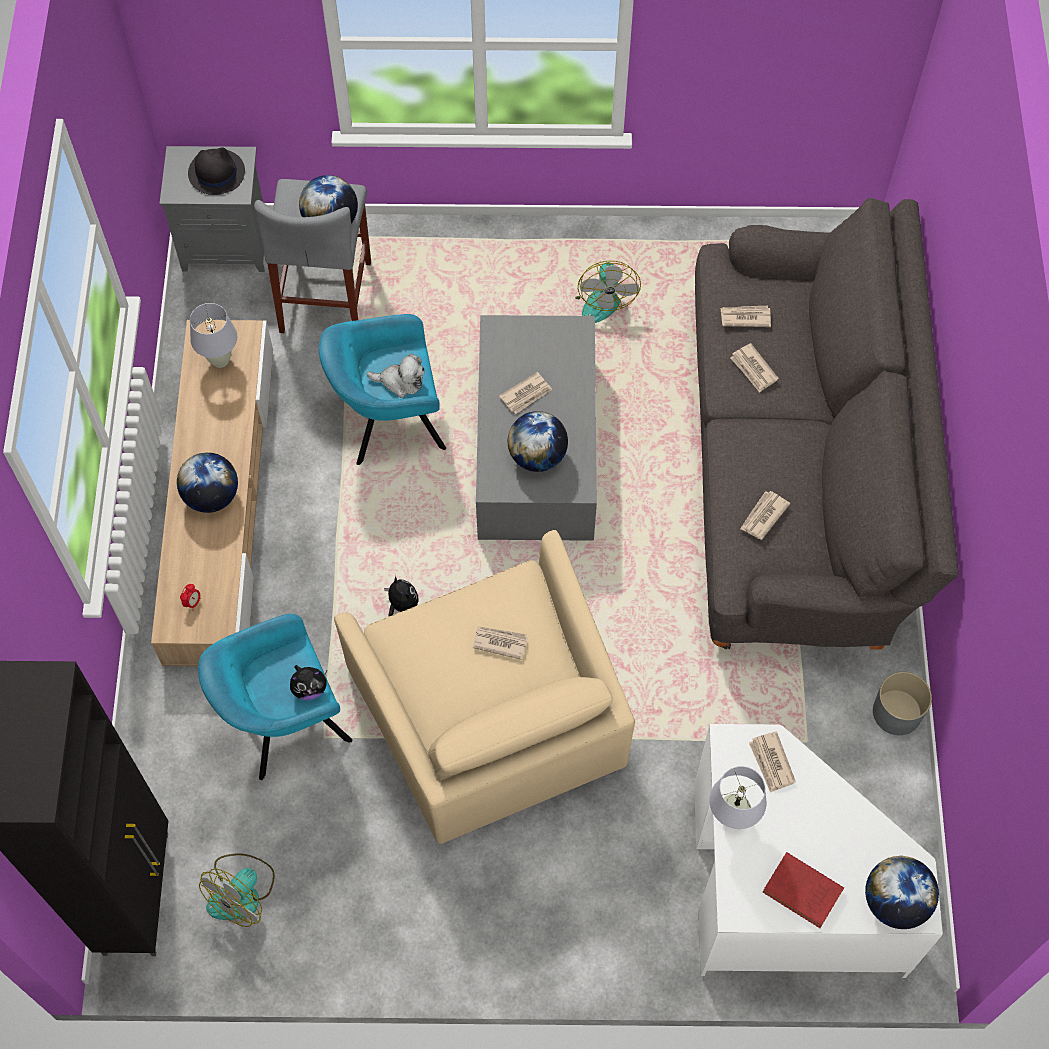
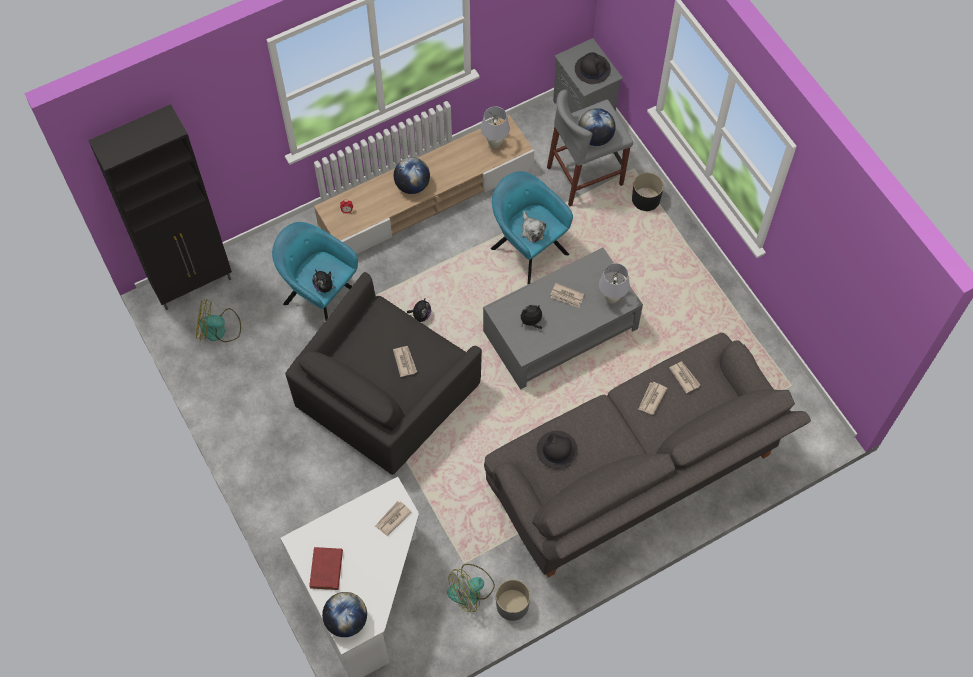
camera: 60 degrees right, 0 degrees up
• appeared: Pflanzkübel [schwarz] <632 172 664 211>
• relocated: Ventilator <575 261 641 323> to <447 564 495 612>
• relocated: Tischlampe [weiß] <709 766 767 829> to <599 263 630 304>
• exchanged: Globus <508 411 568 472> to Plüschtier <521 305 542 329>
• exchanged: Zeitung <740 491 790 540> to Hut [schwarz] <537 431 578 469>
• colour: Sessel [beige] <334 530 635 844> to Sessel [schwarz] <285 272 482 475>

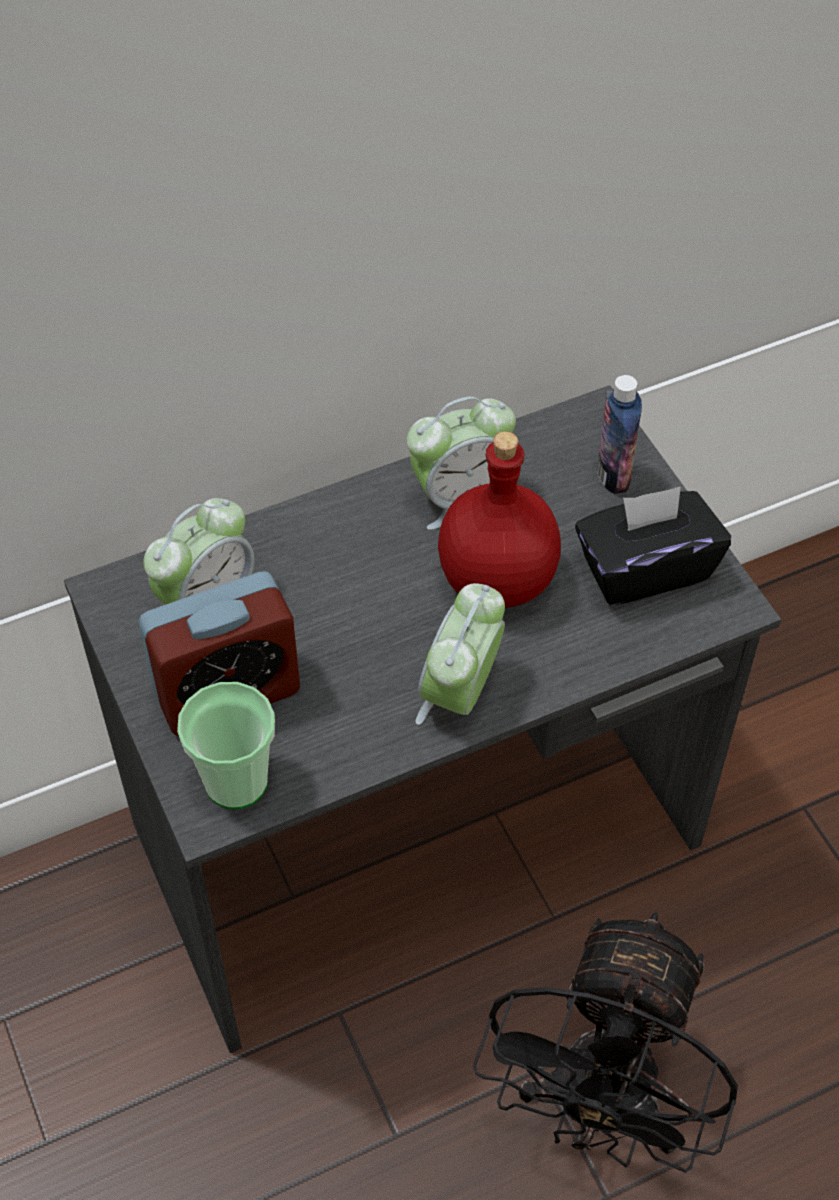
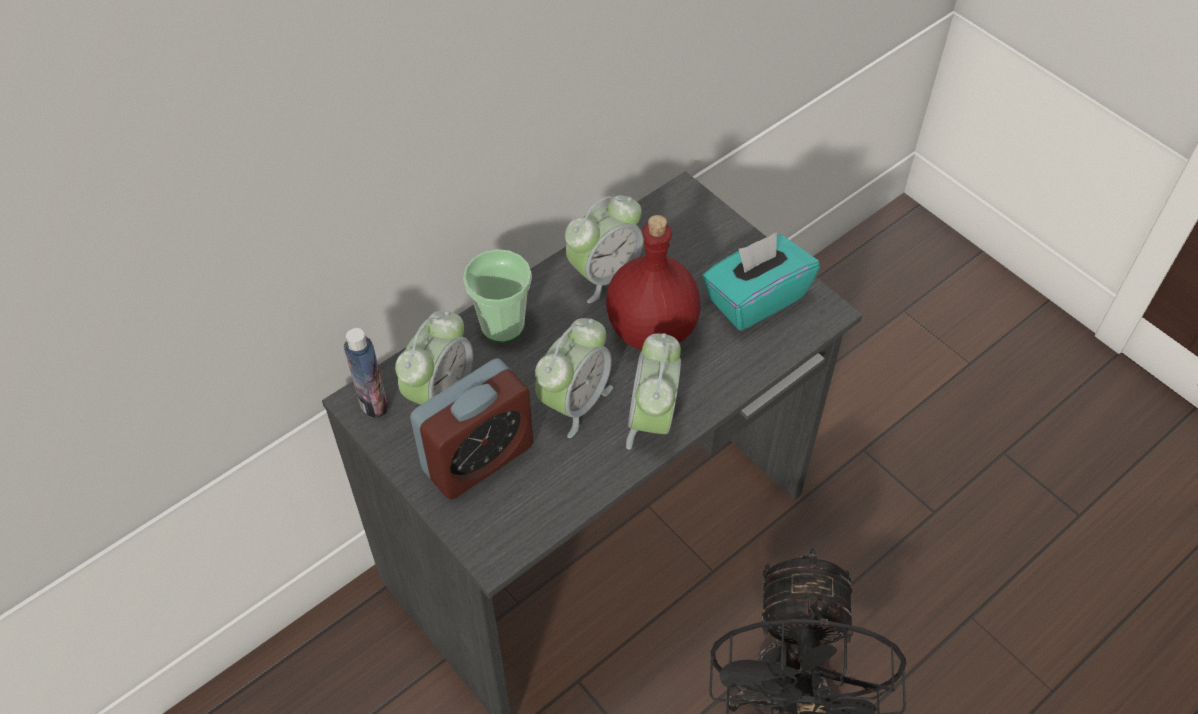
camera: 15 degrees left, 0 degrees up
• appeared: Wecker <535 318 613 438>
• relocated: Tasse <177 682 275 809> to <463 249 532 343>
• relocated: Flasche <597 375 642 494> to <344 328 388 418>
• colour: Taschentuchbox [schwarz] <575 487 731 606> to Taschentuchbox [türkis] <702 232 820 331>

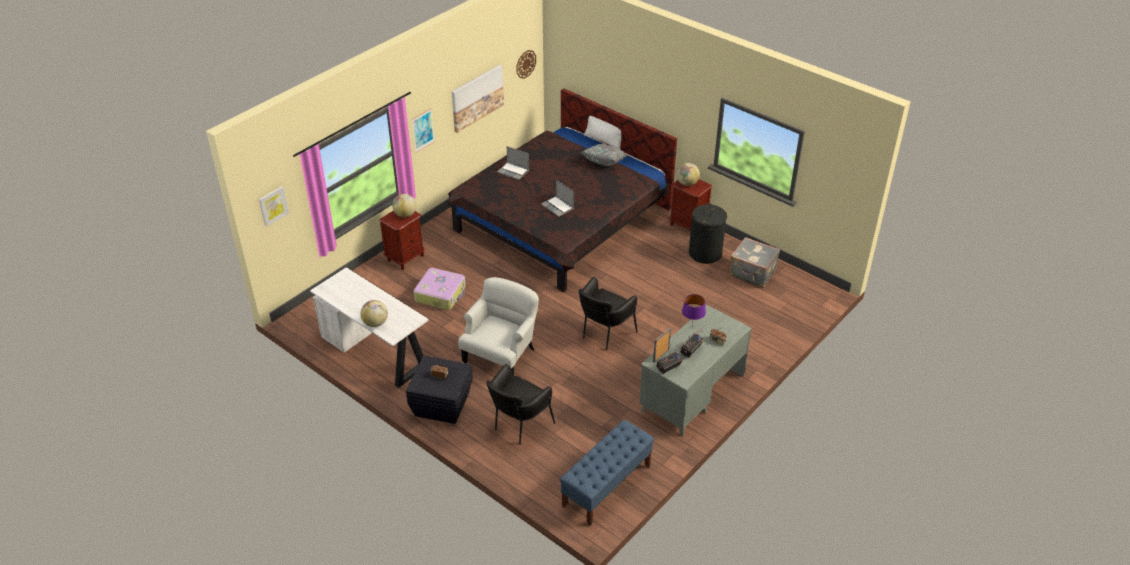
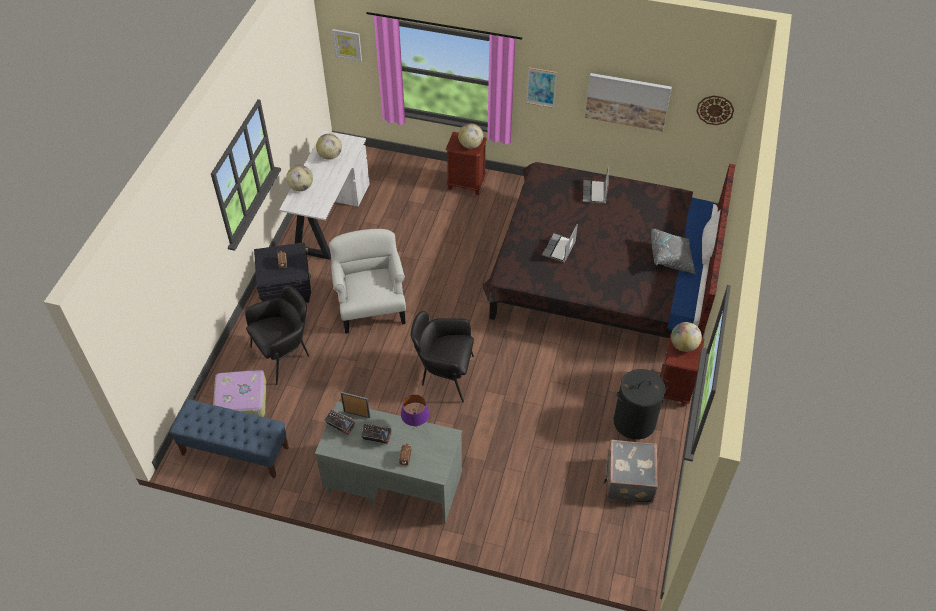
camera: 65 degrees right, 10 degrees up
• appeared: Globus <316 134 342 160>
• relocated: Koffer <414 268 466 310> to <213 370 266 417>
• spun: Sessel [weiß] <458 277 539 377> = <329 229 406 334> 105 degrees counterclockwise
• spun: Sessel [schwarz] <487 364 555 444> = <245 286 309 385> 135 degrees clockwise

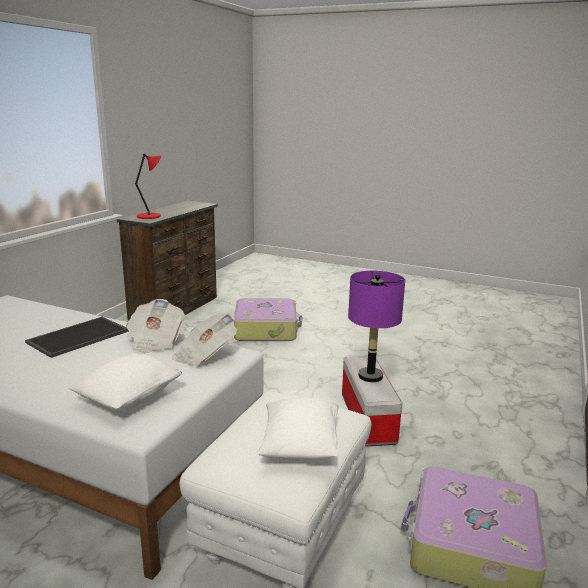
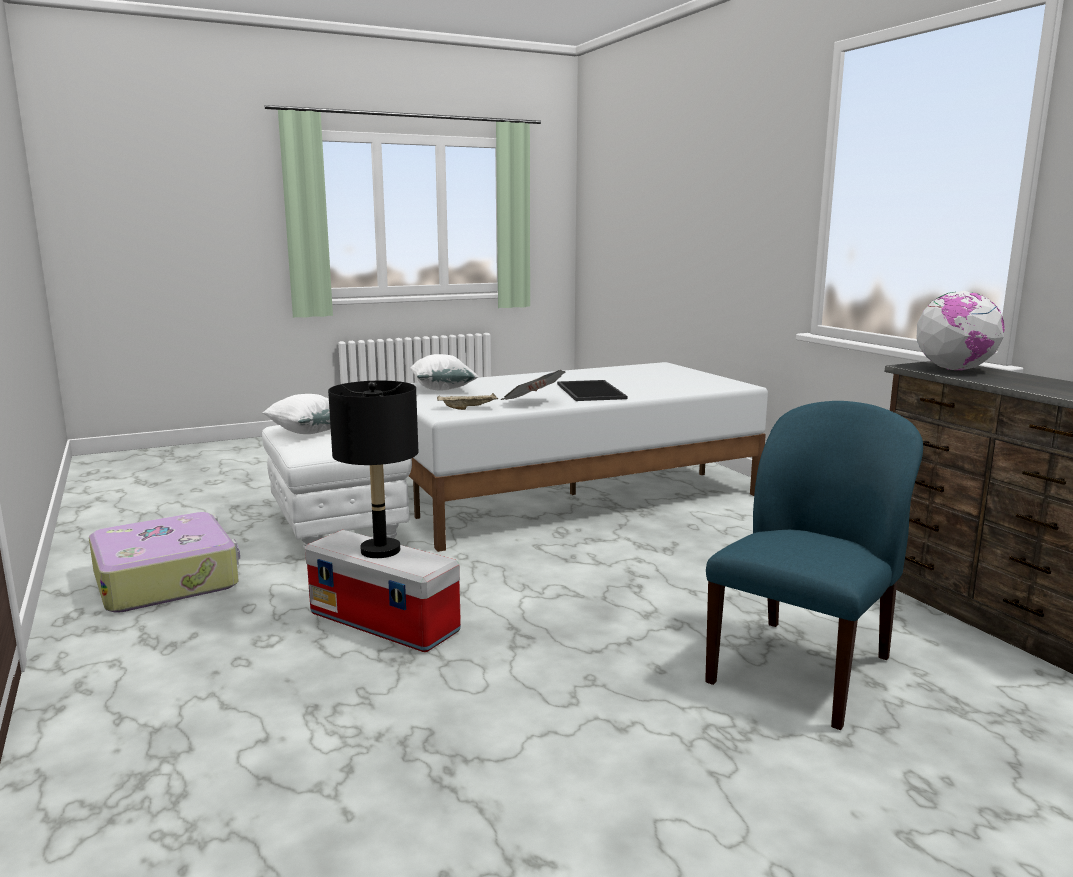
camera: 130 degrees right, 5 degrees down
• exchanged: Tischlampe [rot] <135 153 161 219> to Globus <916 291 1004 370>
• exchanged: Zeitung <172 314 237 366> to Tablett [beige] <437 393 498 410>
• exchanged: Koffer <234 298 302 341> to Stuhl [blau] <705 401 923 730>
• colour: Tischlampe [lila] <348 271 405 382> to Tischlampe [schwarz] <328 381 418 558>

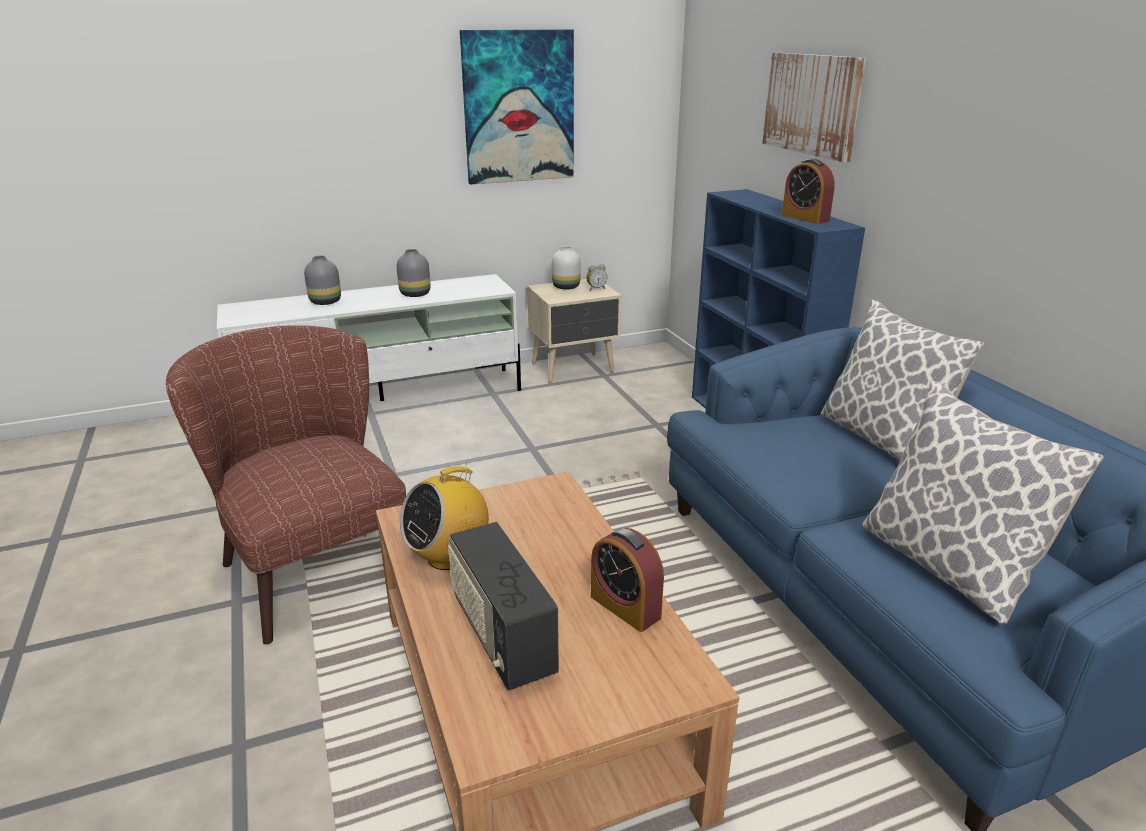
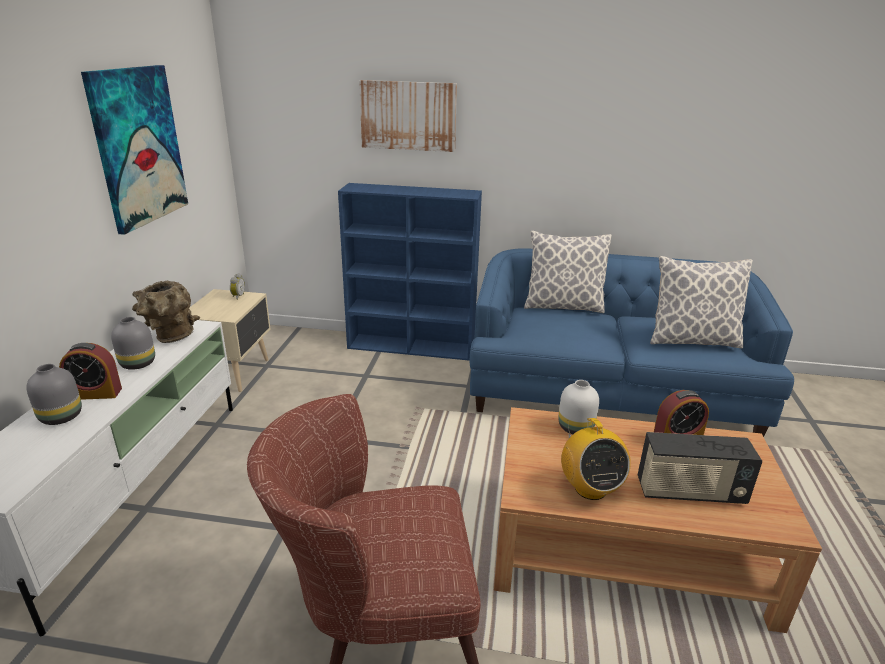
camera: 60 degrees left, 0 degrees up
• appeared: Vase [braun] <132 281 200 343>
• relocated: Vase [weiß] <552 246 581 289> to <558 380 599 434>
• relocated: Wecker <782 159 835 224> to <59 343 122 400>

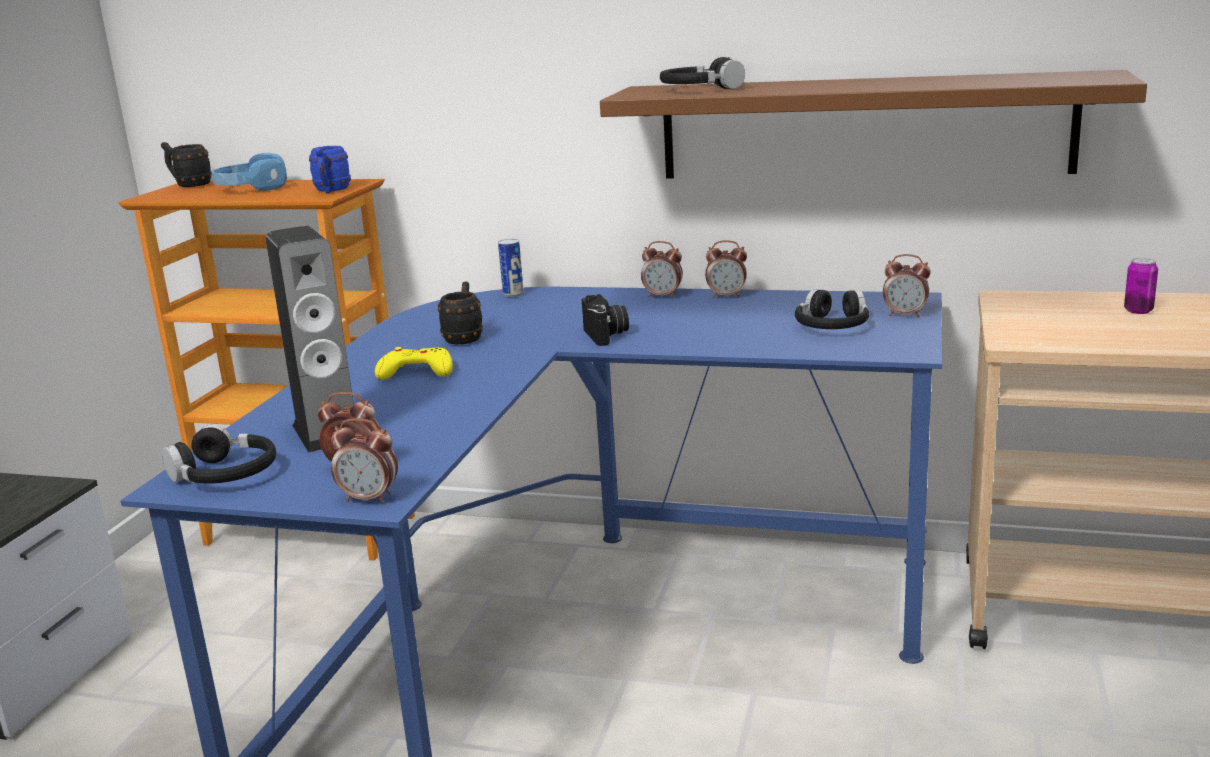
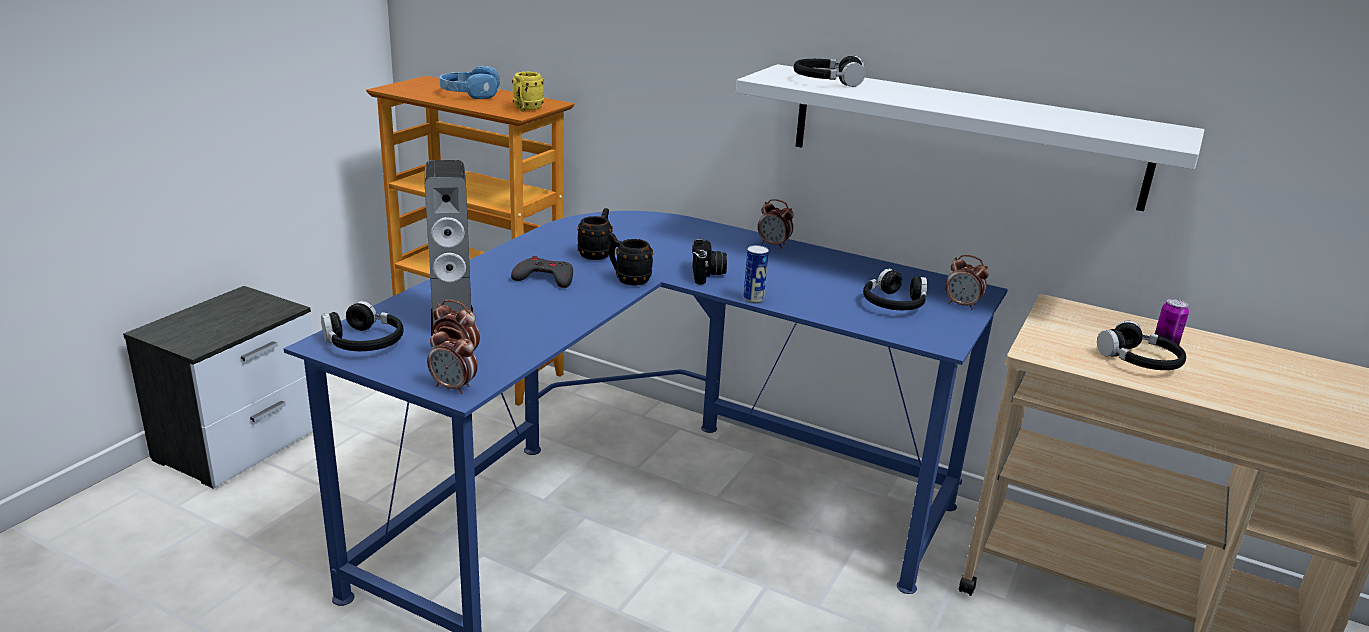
camera: 10 degrees right, 5 degrees up
• missing: Wecker <705 240 747 298>
• appeared: Kopfhörer [schwarz] <1097 321 1186 370>
• relocated: Henkelbecher [schwarz] <161 142 212 187> to <608 233 653 285>
• relocated: Dose <498 239 524 297> to <743 245 769 304>
• colour: Henkelbecher [blau] <309 146 351 193> to Henkelbecher [gelb] <512 71 544 112>
• colour: Gamepad [gelb] <375 347 453 380> to Gamepad [grau] <511 256 573 288>
• colour: Wandregal [braun] <600 70 1147 178> to Wandregal [weiß] <736 64 1205 211>

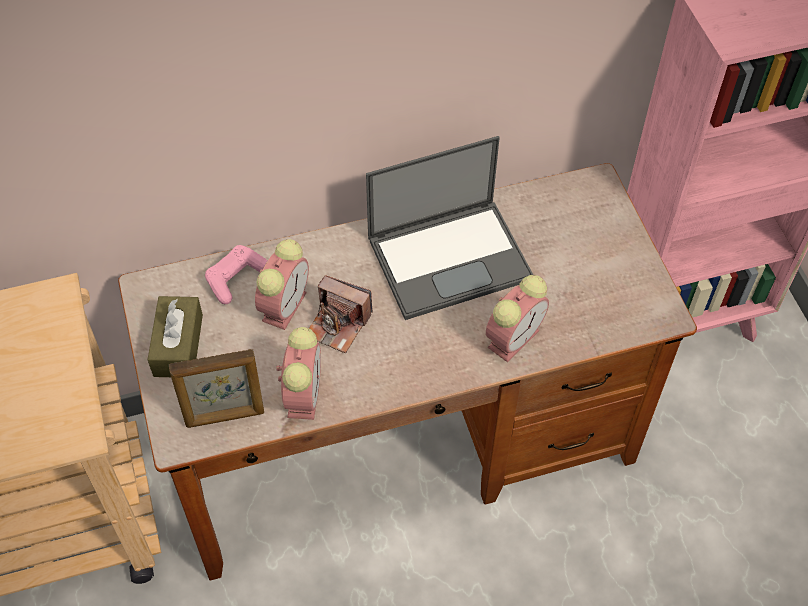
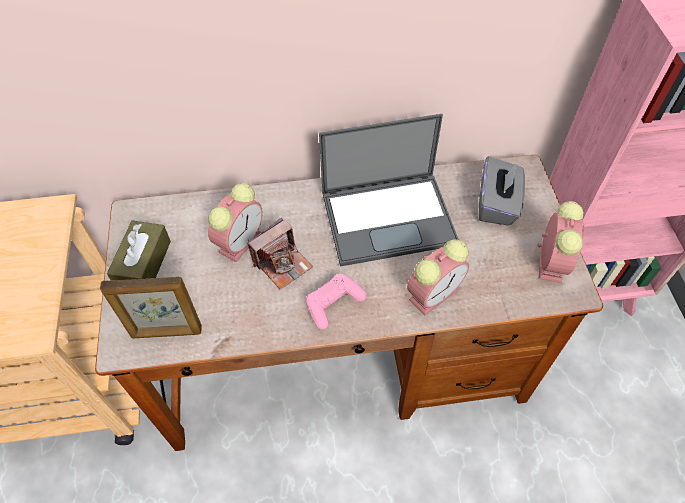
camera: 10 degrees right, 0 degrees up
• appeared: Taschentuchbox [grau] <479 156 525 226>
• relocated: Gamepad [rosa] <205 245 268 304> to <306 274 367 330>
• relocated: Wecker <276 327 321 420> to <537 201 584 283>
• spun: Kamera <309 275 373 353> = <247 218 313 290> 75 degrees counterclockwise

